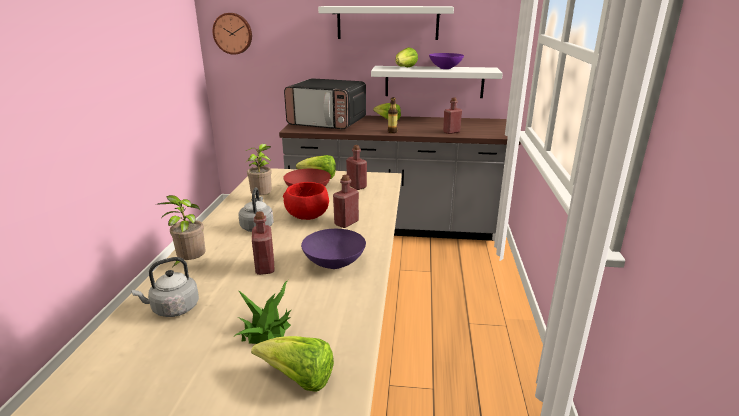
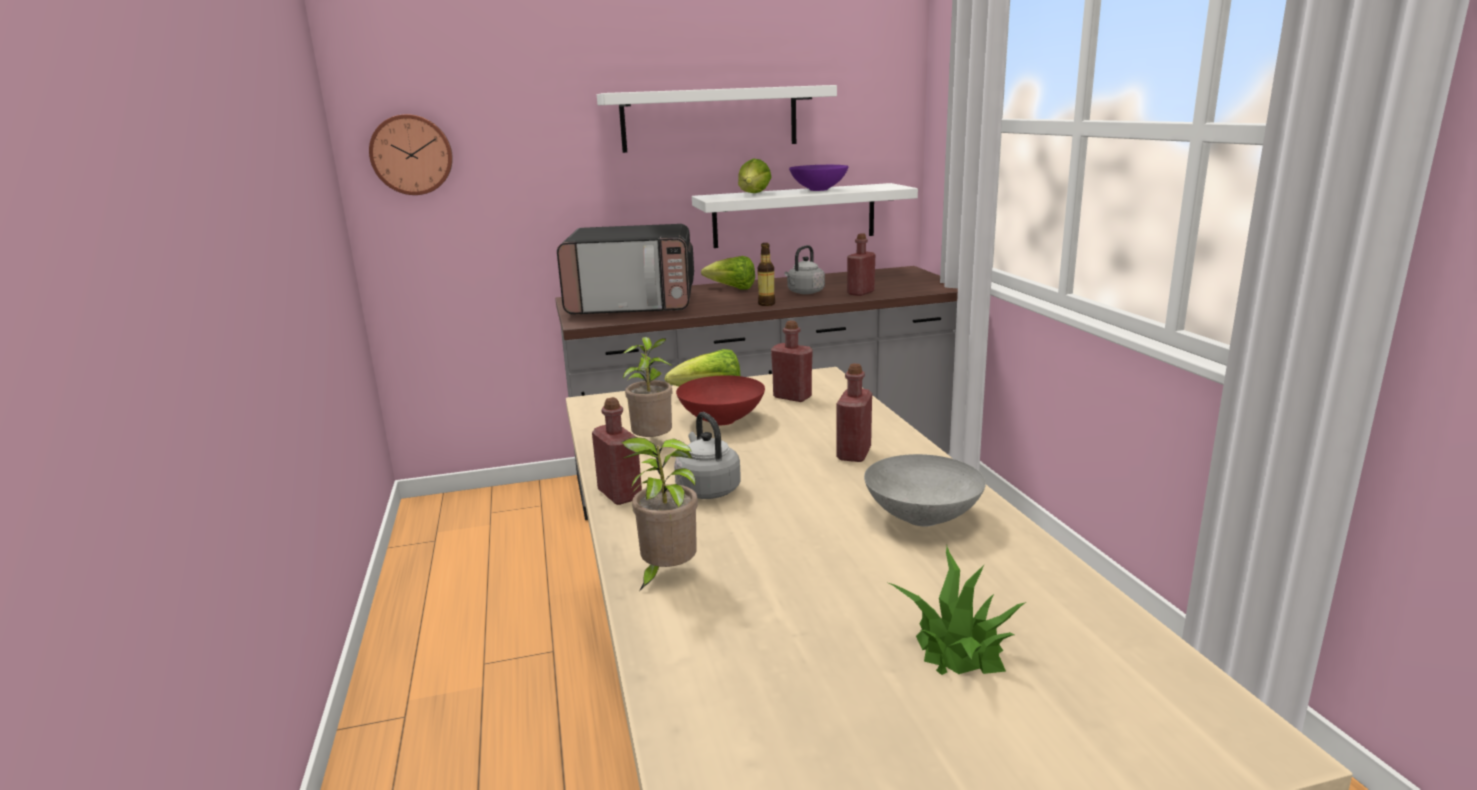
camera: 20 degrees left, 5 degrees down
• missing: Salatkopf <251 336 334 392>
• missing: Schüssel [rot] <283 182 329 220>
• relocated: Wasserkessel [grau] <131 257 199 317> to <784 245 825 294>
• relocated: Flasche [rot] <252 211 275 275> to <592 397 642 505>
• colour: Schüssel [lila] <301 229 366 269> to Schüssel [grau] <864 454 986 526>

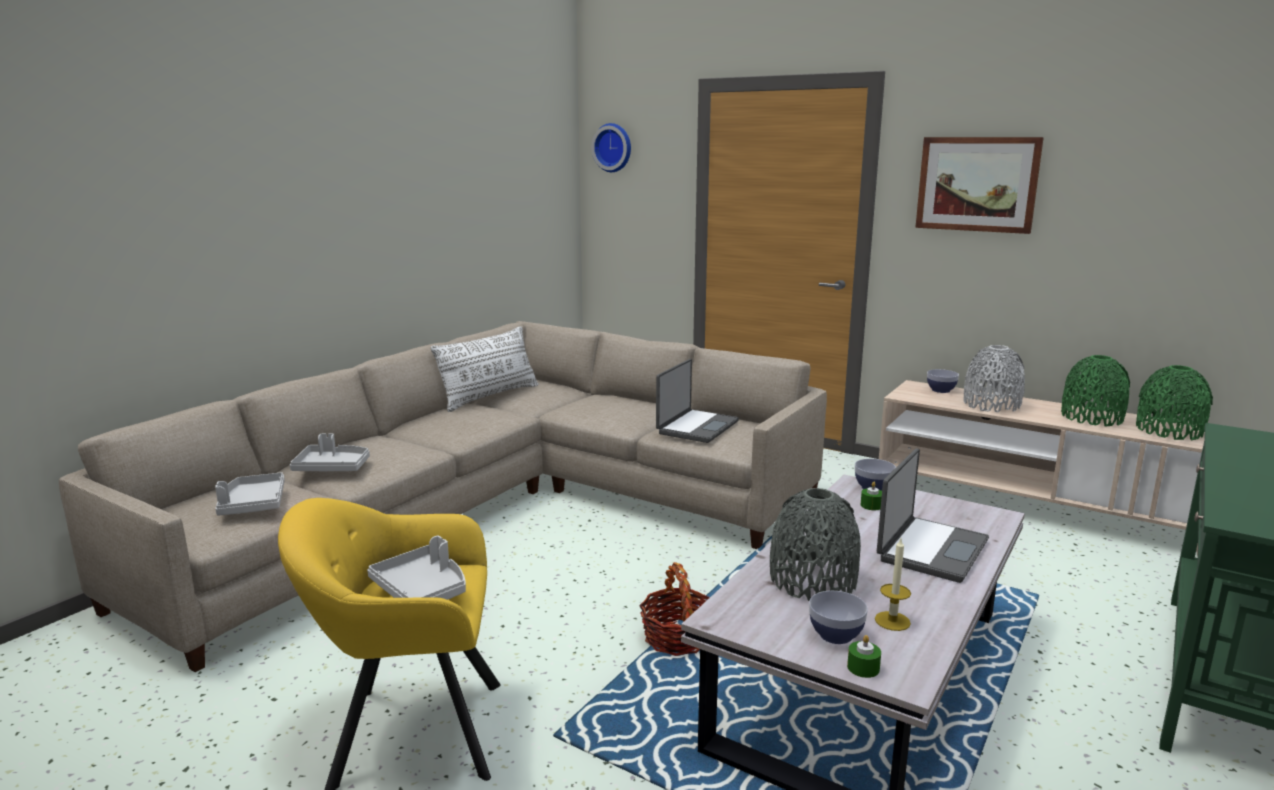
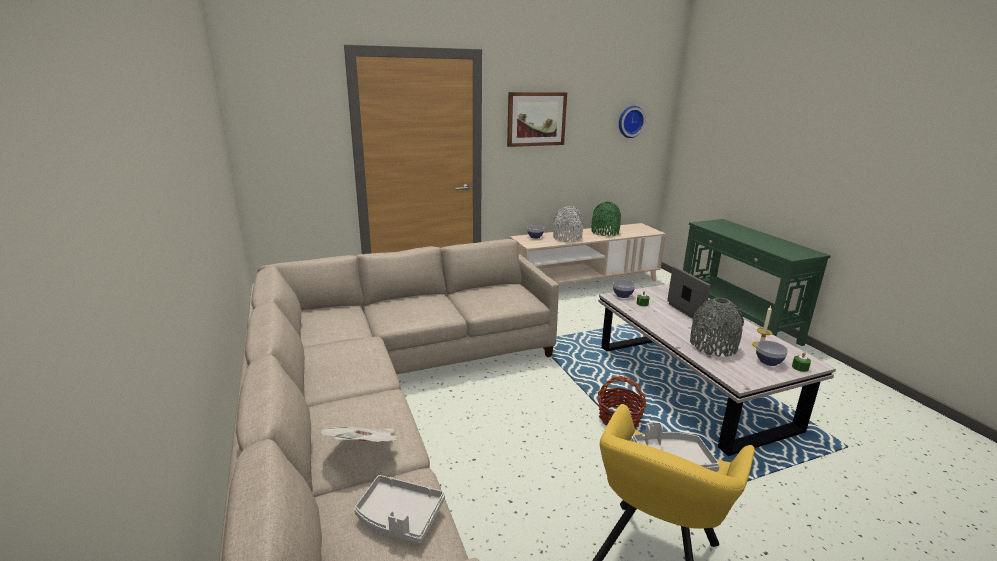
camera: 55 degrees left, 5 degrees up
• missing: Kissen [weiß] <431 326 539 412>
• missing: Laptop <656 359 739 443>
• missing: Vase [grün] <1136 365 1213 440>
• relocated: Wanduhr <591 123 631 172> to <619 106 646 138>
• exchanged: Tablett [grau] <290 434 370 471> to Zeitung <321 426 397 442>

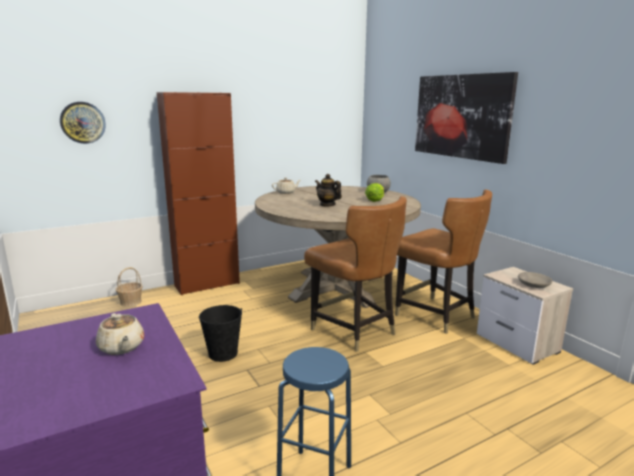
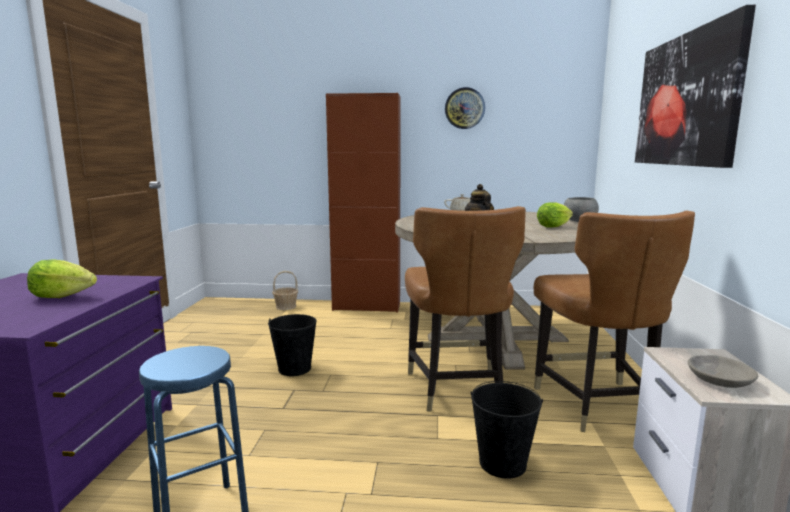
camera: 35 degrees right, 5 degrees down
• appeared: Eimer [schwarz] <471 381 543 479>
• relocated: Wanduhr <60 102 106 144> to <445 87 485 129>
• exchanged: Teekanne [beige] <96 313 144 355> to Salatkopf <27 259 97 298>

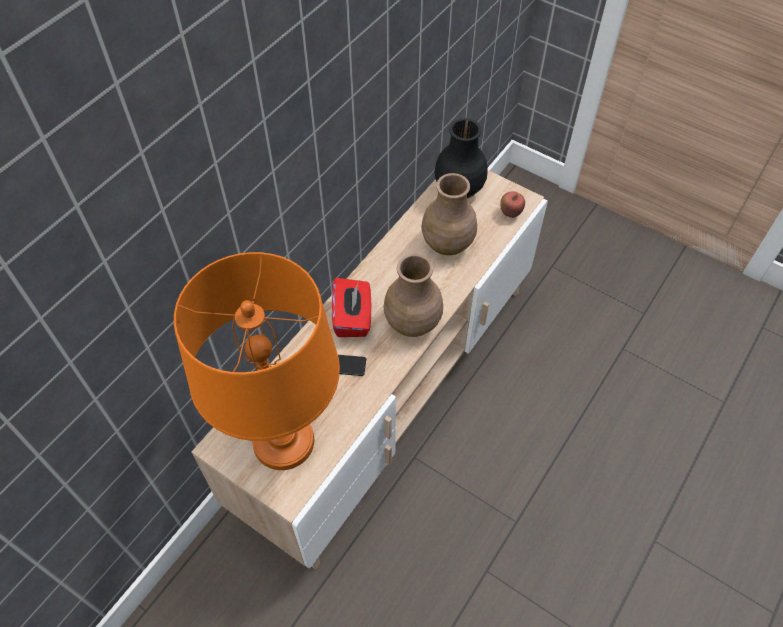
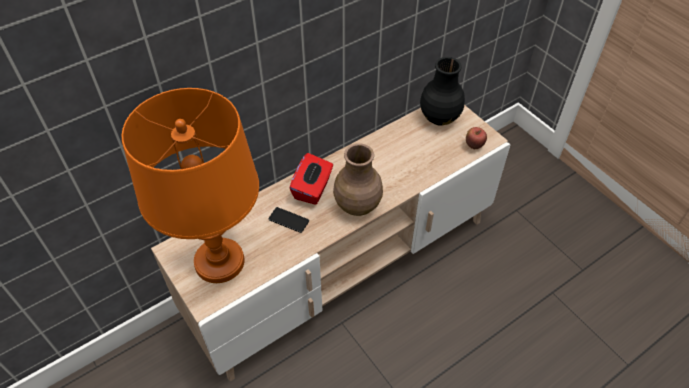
camera: 20 degrees right, 5 degrees down
• missing: Vase [braun] <421 173 477 255>

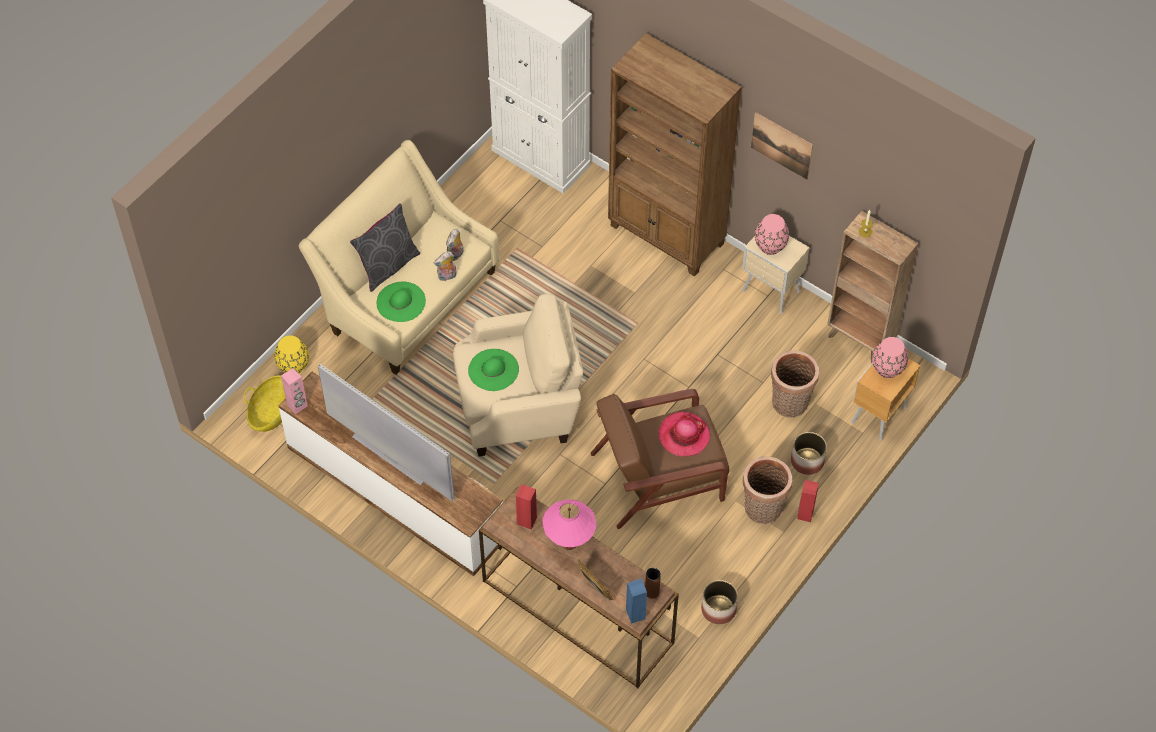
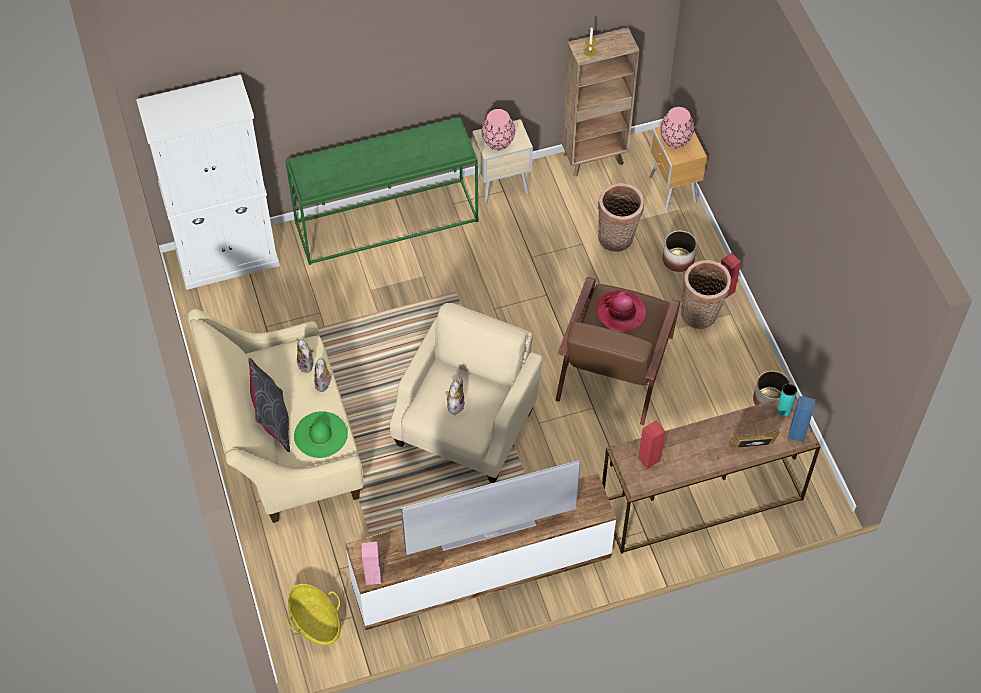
camera: 55 degrees left, 0 degrees up
• missing: Vase [gelb] <274 336 309 373>
• missing: Tischlampe [rosa] <542 500 596 550>
• missing: Bild <751 112 813 180>
• exchanged: Hut [grün] <468 349 519 391> to Plüschtier <446 377 465 415>
• exchanged: Bücherregal [braun] <608 33 741 277> to Konsolentisch [grün] <286 117 478 265>
• colour: Vase [braun] <645 567 661 599> to Vase [türkis] <777 384 797 416>

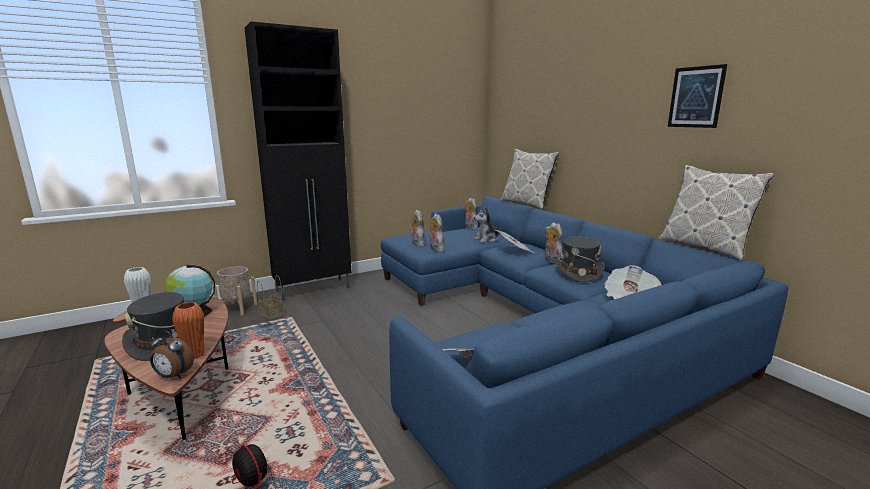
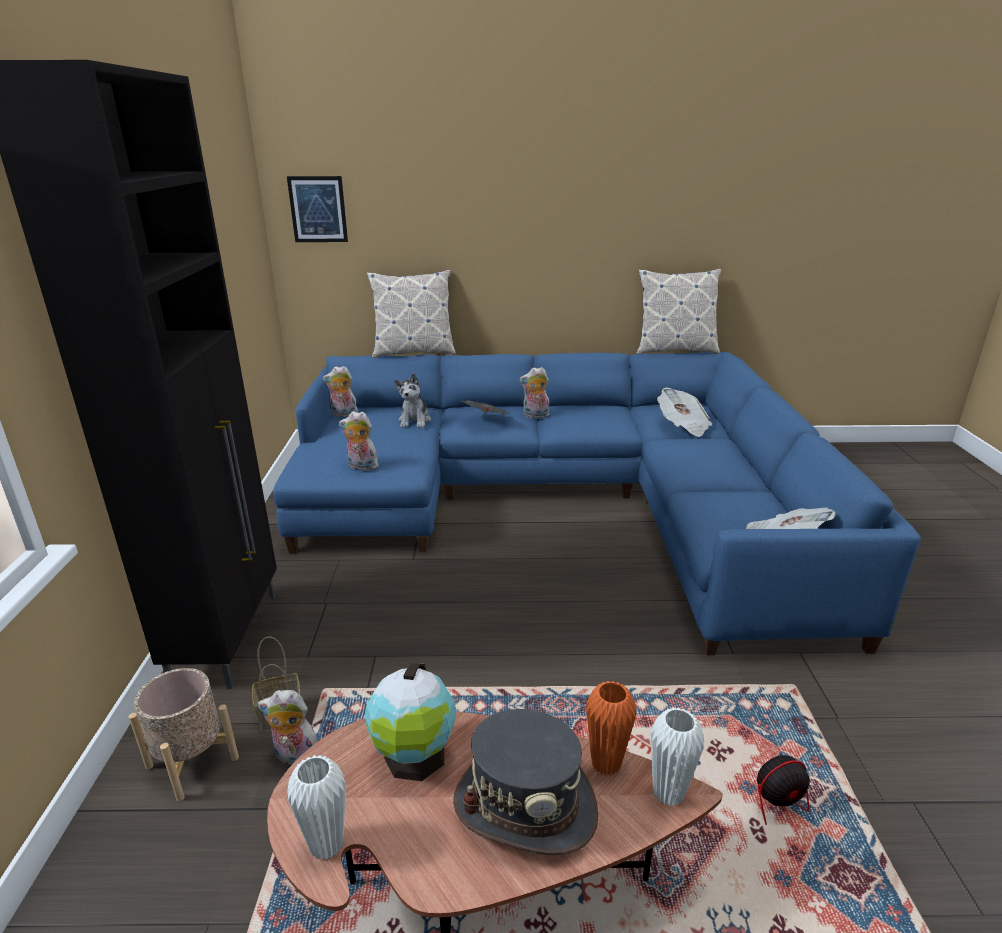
camera: 60 degrees left, 10 degrees up
• missing: Hut [grau] <555 237 605 282>
• relocated: Plüschtier <429 214 445 252> to <258 690 317 764>
• relocated: Bild <668 64 727 128> to <287 176 348 242>
• exchanged: Wecker <149 330 194 379> to Vase [weiß] <650 707 704 806>

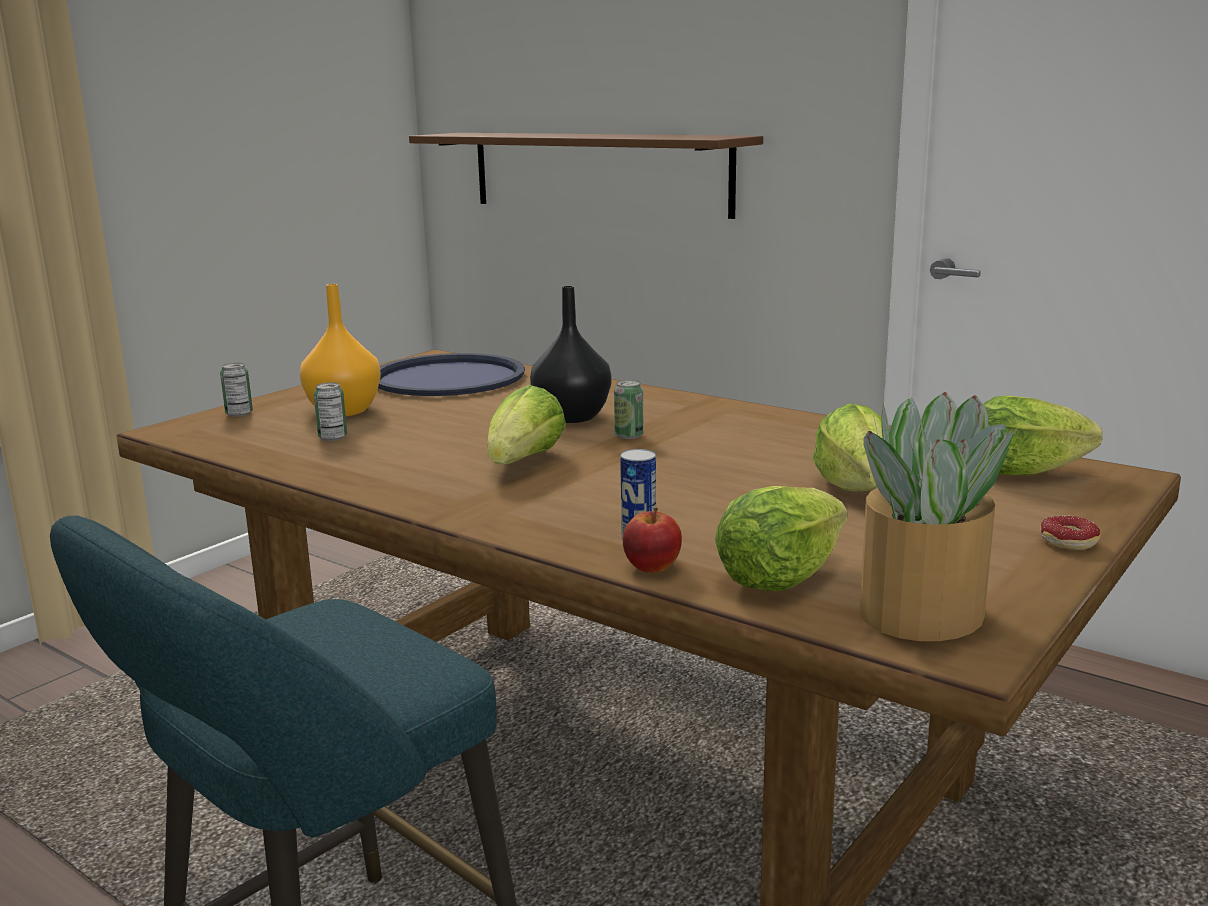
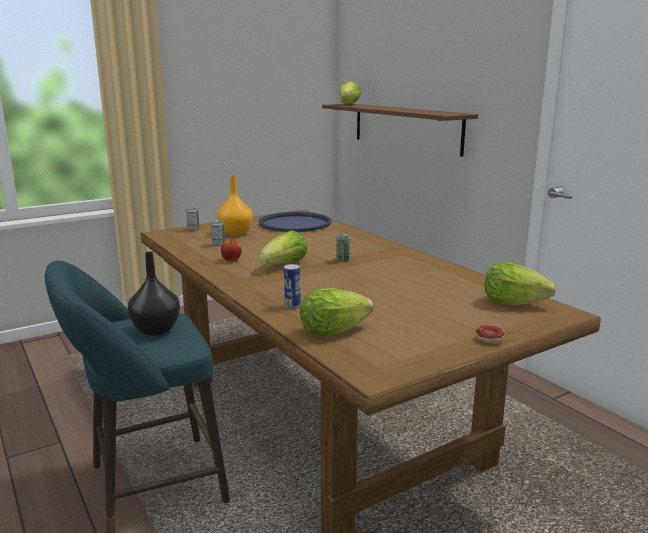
camera: 20 degrees right, 0 degrees up
• missing: Topfpflanze <860 392 1015 641>
• relocated: Vase [schwarz] <530 286 611 423> to <128 252 180 336>
• relocated: Apfel <623 508 682 573> to <221 239 242 262>
• relocated: Salatkopf <812 403 883 491> to <339 81 361 104>

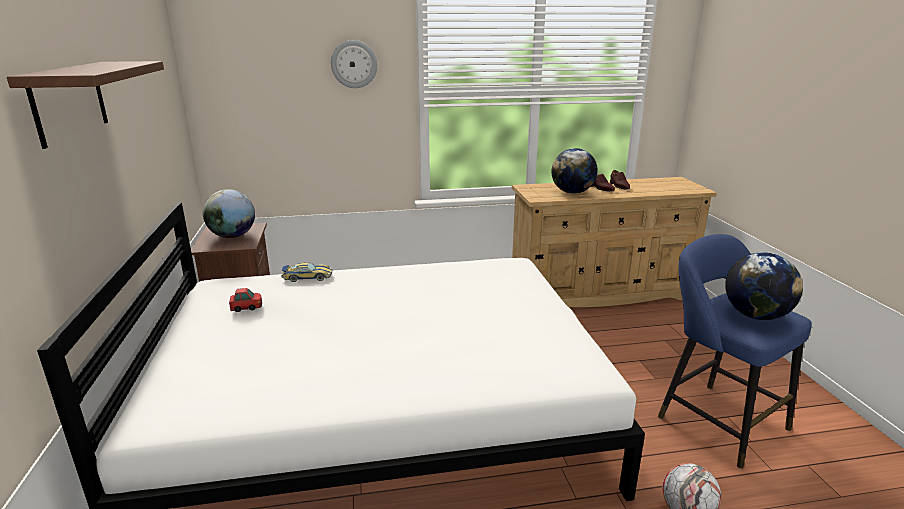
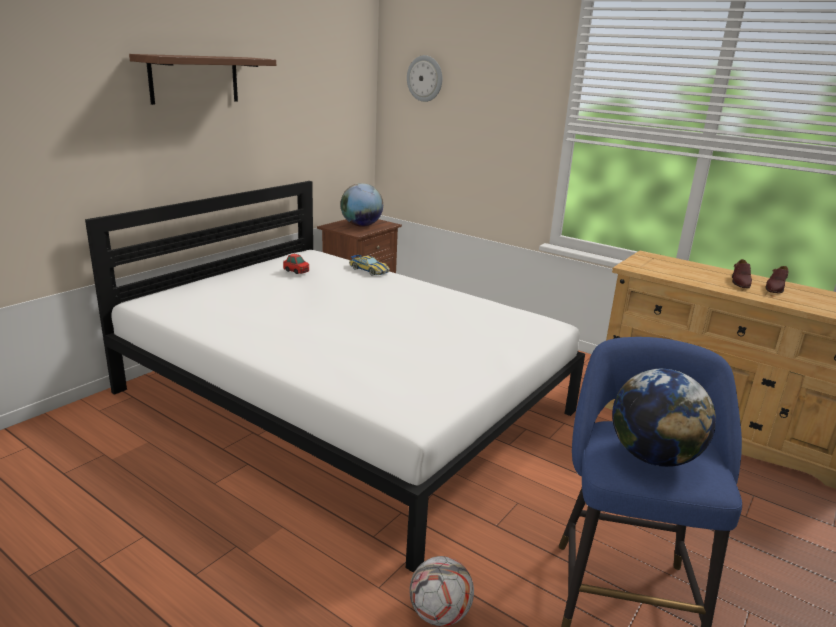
camera: 45 degrees right, 0 degrees up
• missing: Globus <551 148 597 194>
• relocated: Wanduhr <331 40 377 88> to <407 55 442 102>

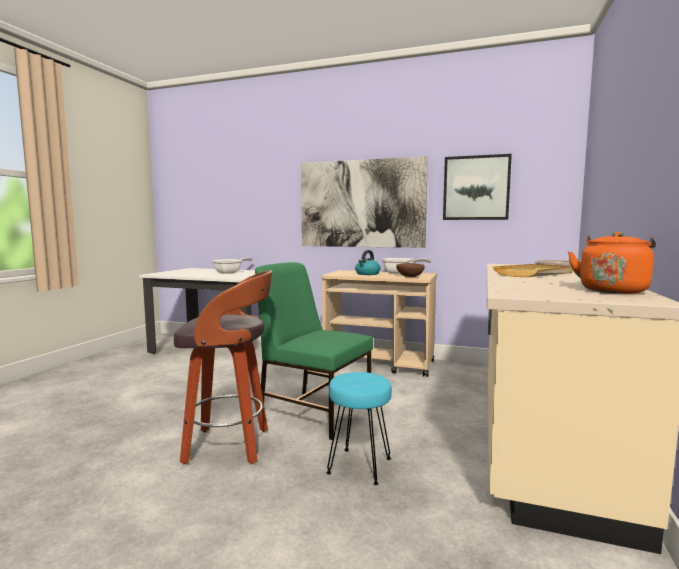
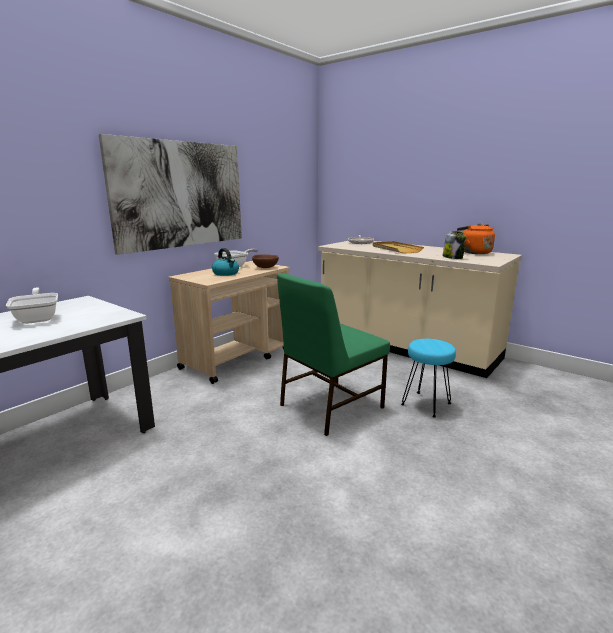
camera: 70 degrees left, 10 degrees up
• missing: Hocker <174 271 273 464>
• missing: Bild <443 154 512 220>
• appeared: Vorratsglas <443 231 466 259>

